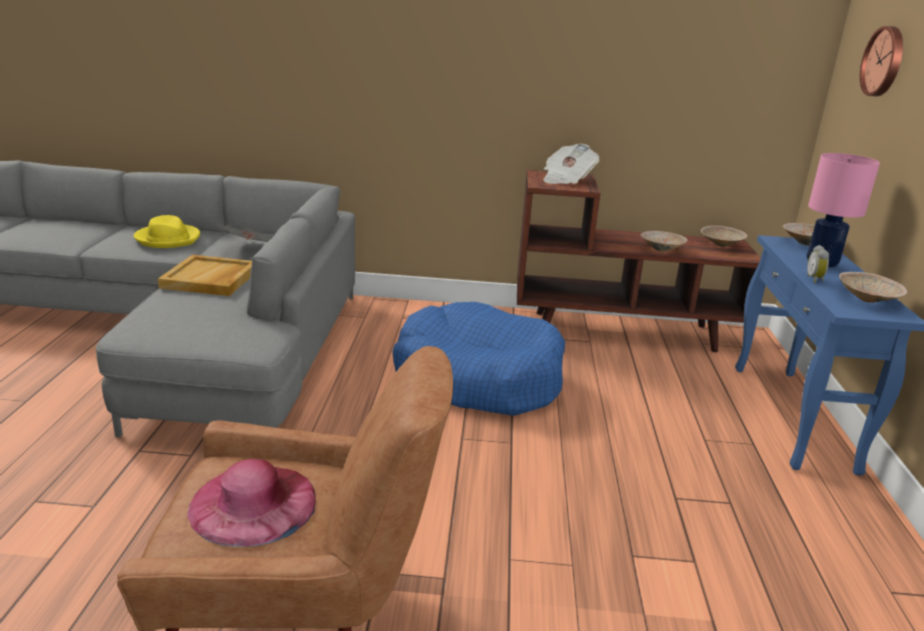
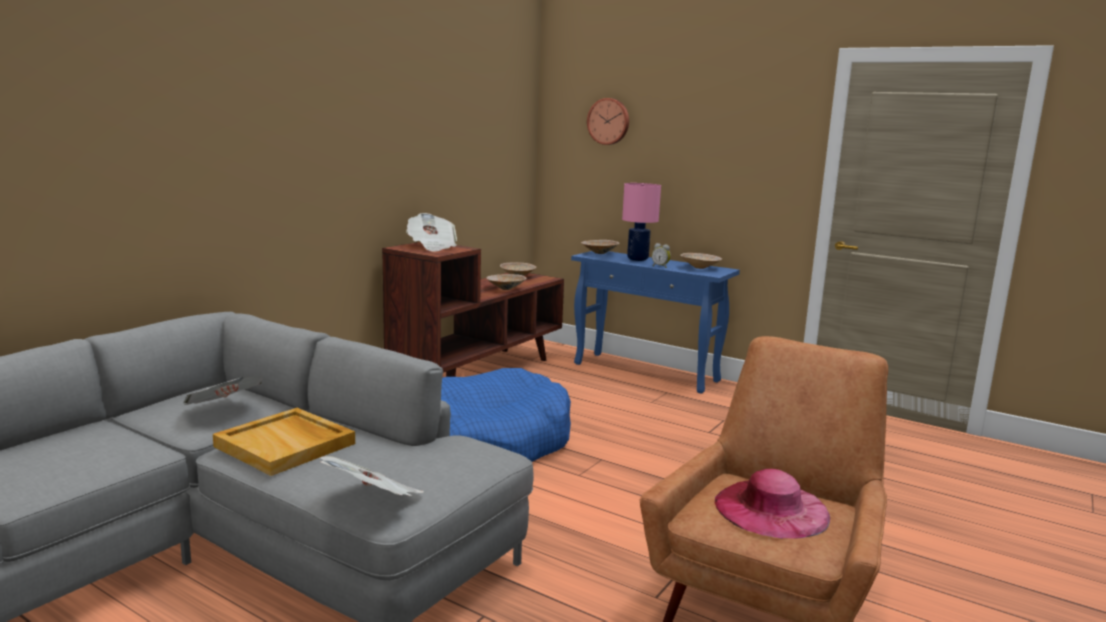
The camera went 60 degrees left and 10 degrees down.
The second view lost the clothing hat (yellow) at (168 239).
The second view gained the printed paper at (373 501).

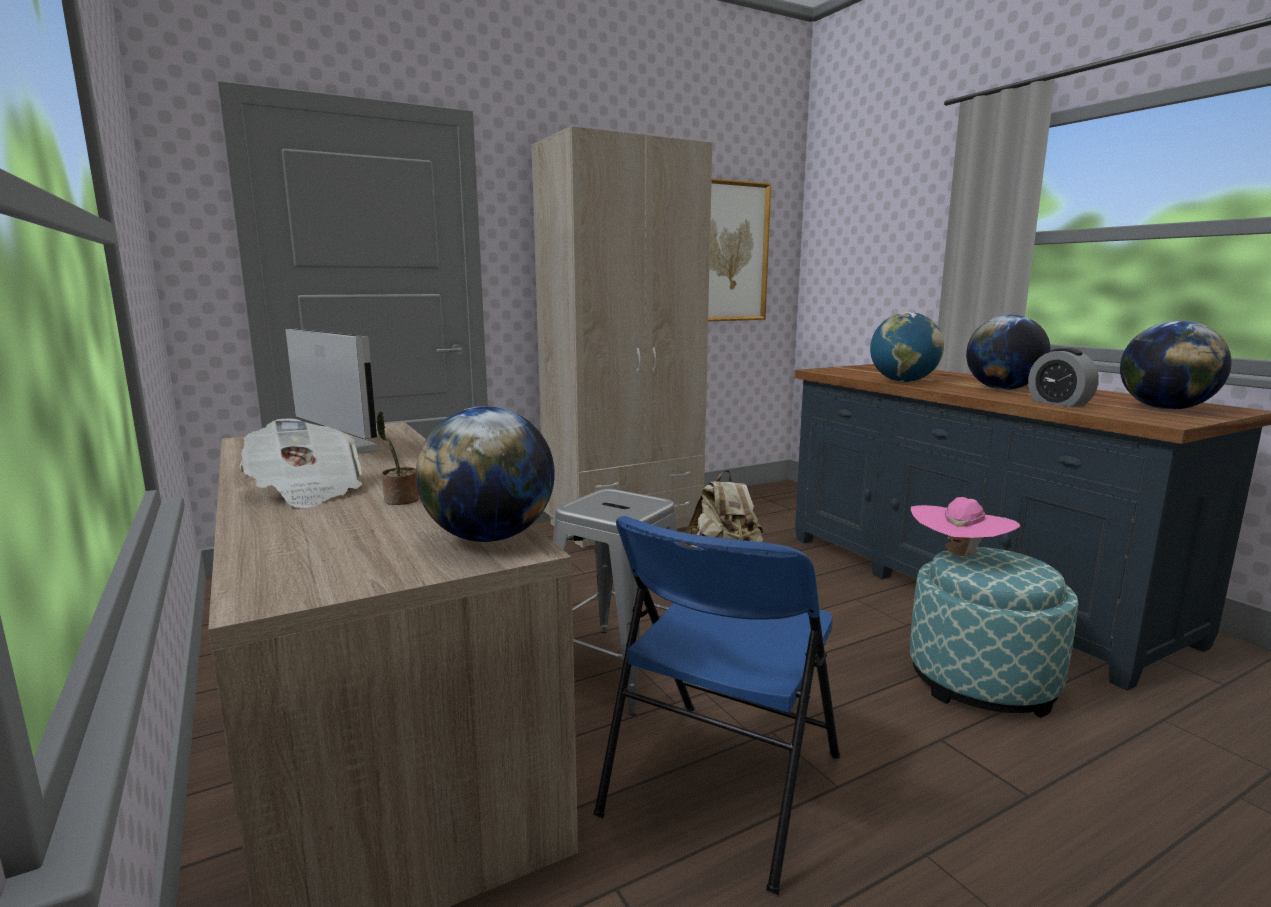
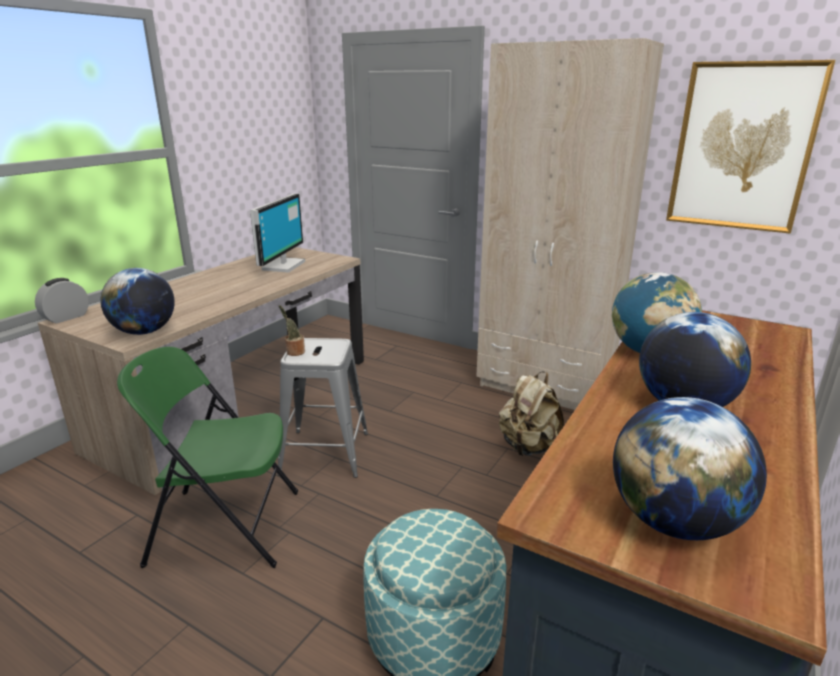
The camera went 60 degrees right and 10 degrees up.
The second view lost the printed paper at (306 491).
The houseplant ended up elsewhere, having gone from (399 500) to (294 352).
What was the plain chair (blue) at (722 784) turned into the plain chair (greenish) at (226 526).
The second view lost the clothing hat (pinkish) at (959 556).
The bedside clock ended up elsewhere, having gone from (1059 403) to (66 317).

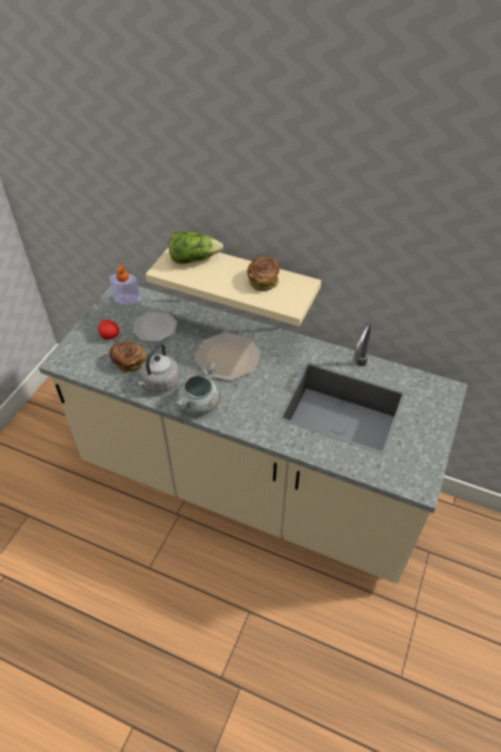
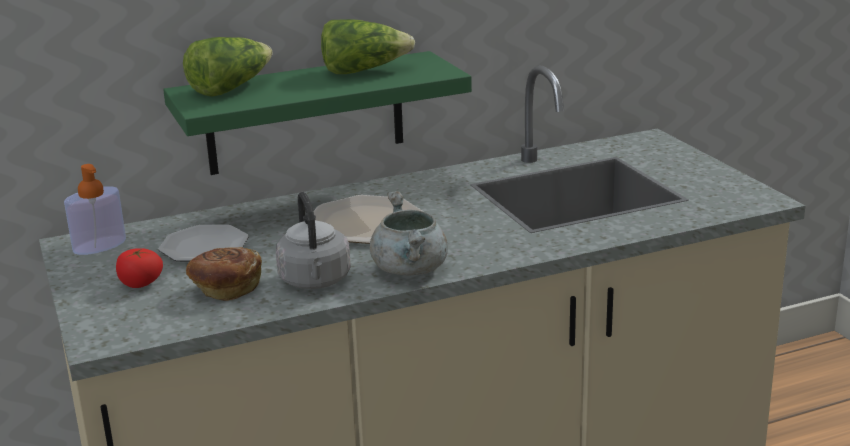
The camera went 45 degrees left and 25 degrees down.
What was the bracket shelf (beige) at (245 280) turned into the bracket shelf (greenish) at (305 113).
Where the bakery bread stood at (263 280), the head of lettuce came to stand at (363 71).

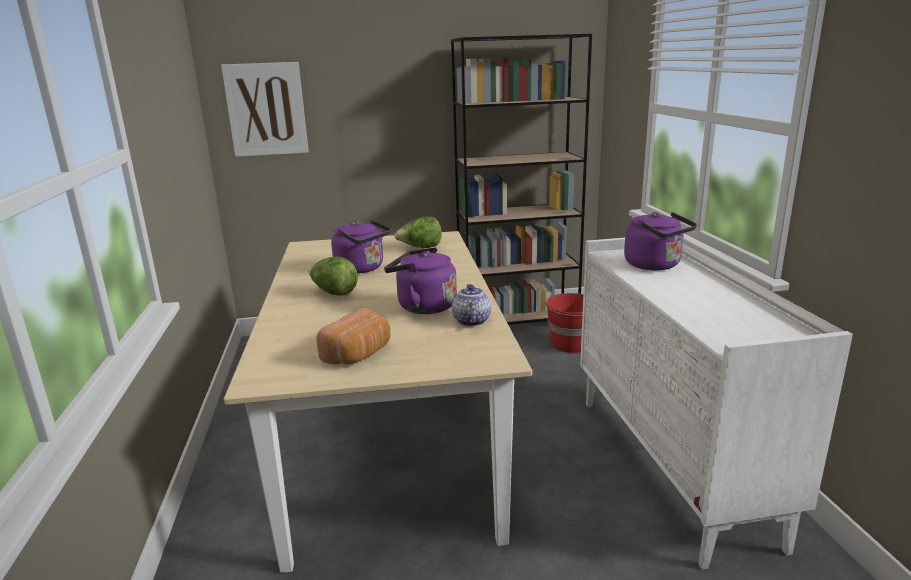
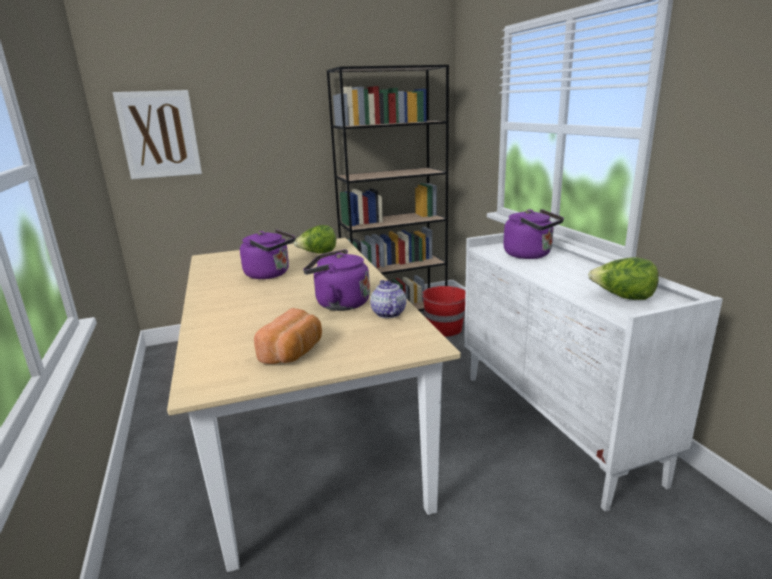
The camera went 10 degrees left and 0 degrees up.
The head of lettuce ended up elsewhere, having gone from (334 293) to (622 297).

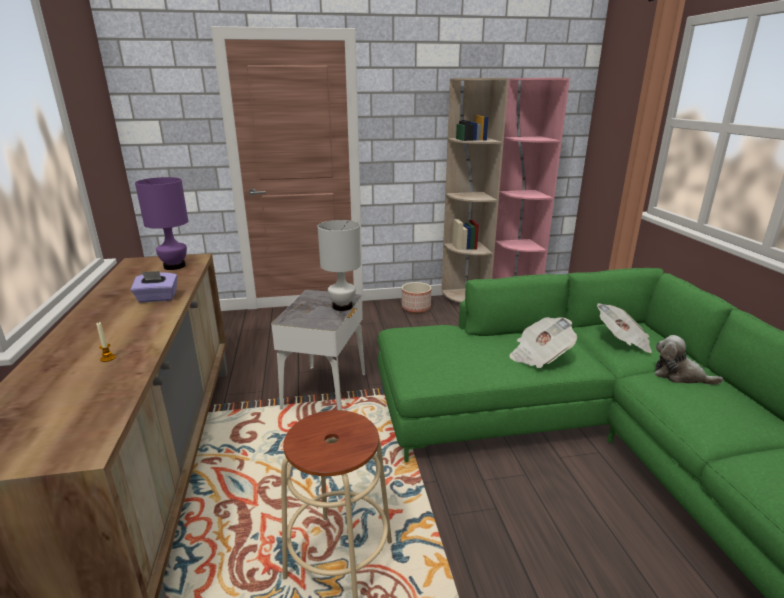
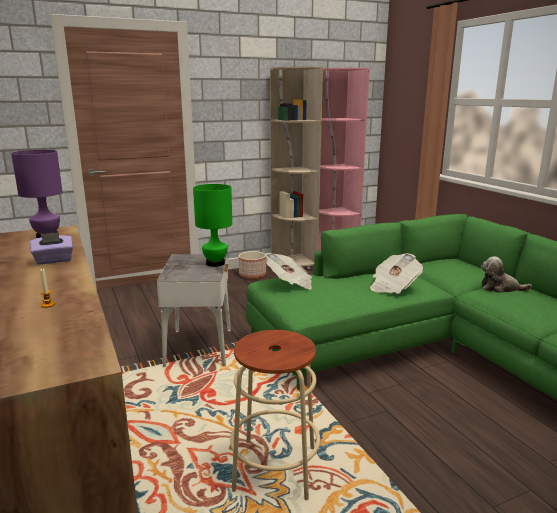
The camera went 15 degrees left and 5 degrees down.
What was the tabletop lamp (white) at (342 307) turned into the tabletop lamp (greenish) at (215 263).
The printed paper ended up elsewhere, having gone from (622 341) to (290 283).

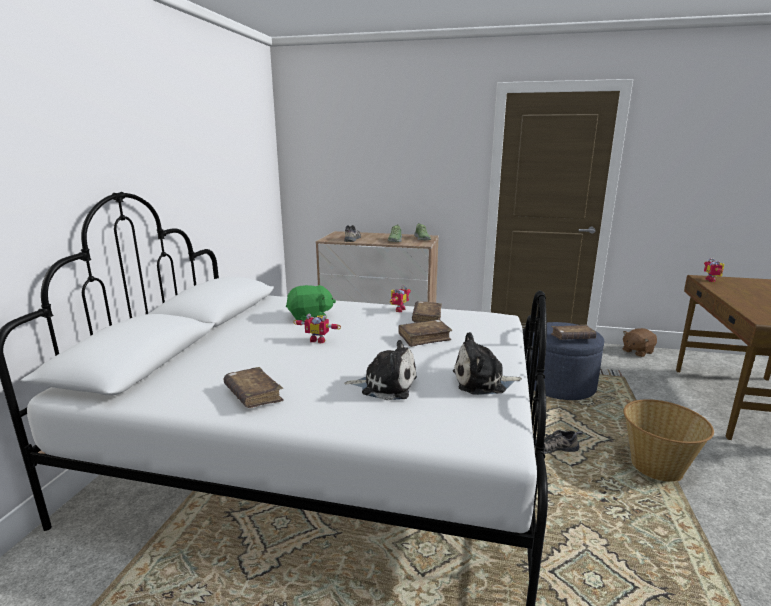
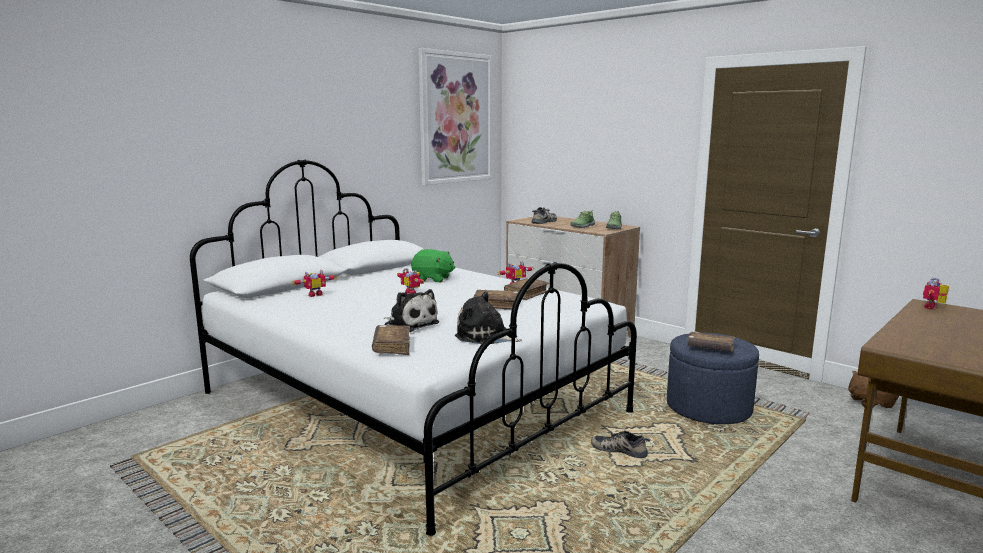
The camera went 30 degrees right and 5 degrees down.
The book (brownish) ended up elsewhere, having gone from (253 395) to (392 347).
The second view lost the basket at (657 466).
The second view gained the robot figure at (314 294).
The second view gained the picture at (456 118).

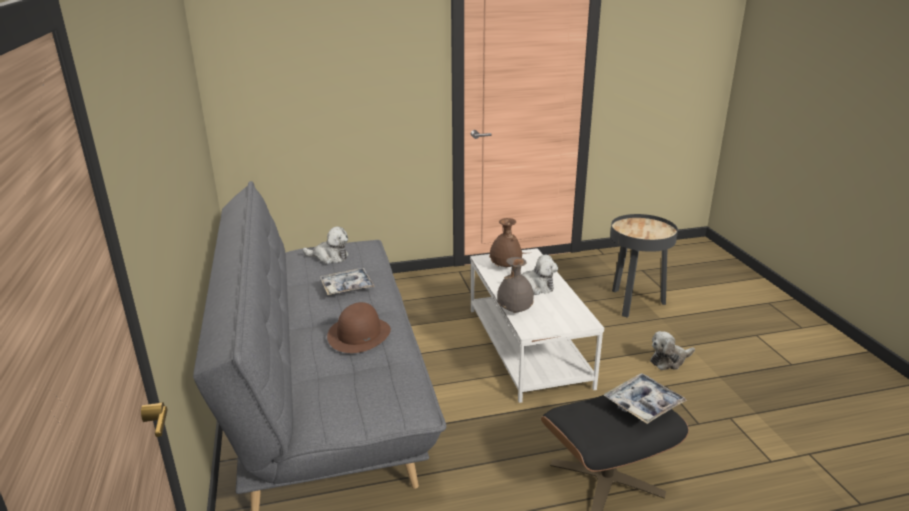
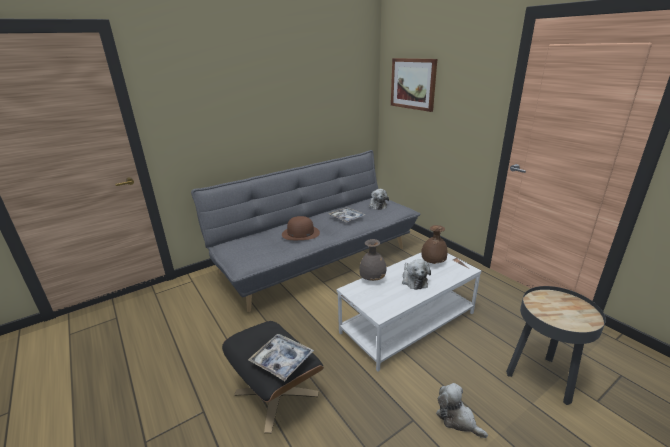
The camera went 70 degrees right and 0 degrees up.
The second view gained the picture at (413 84).

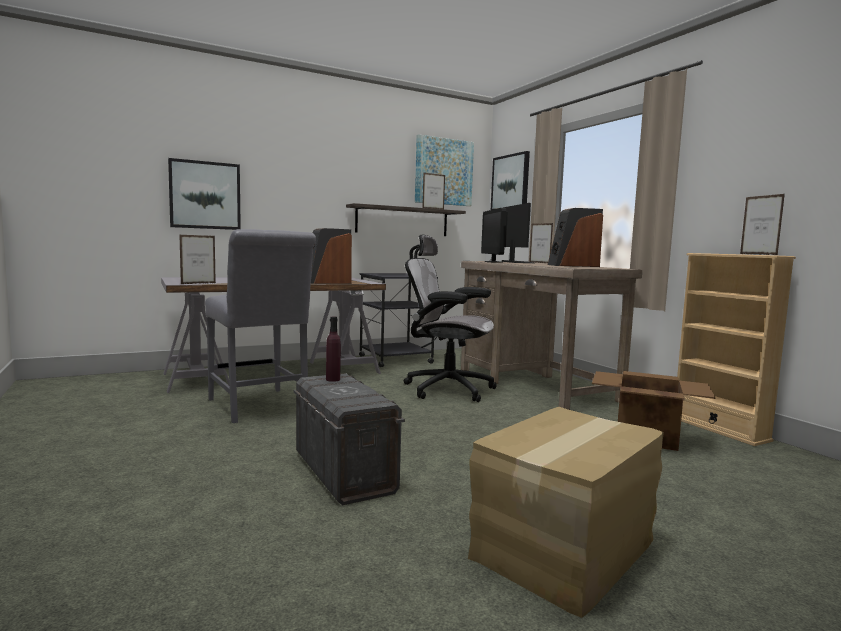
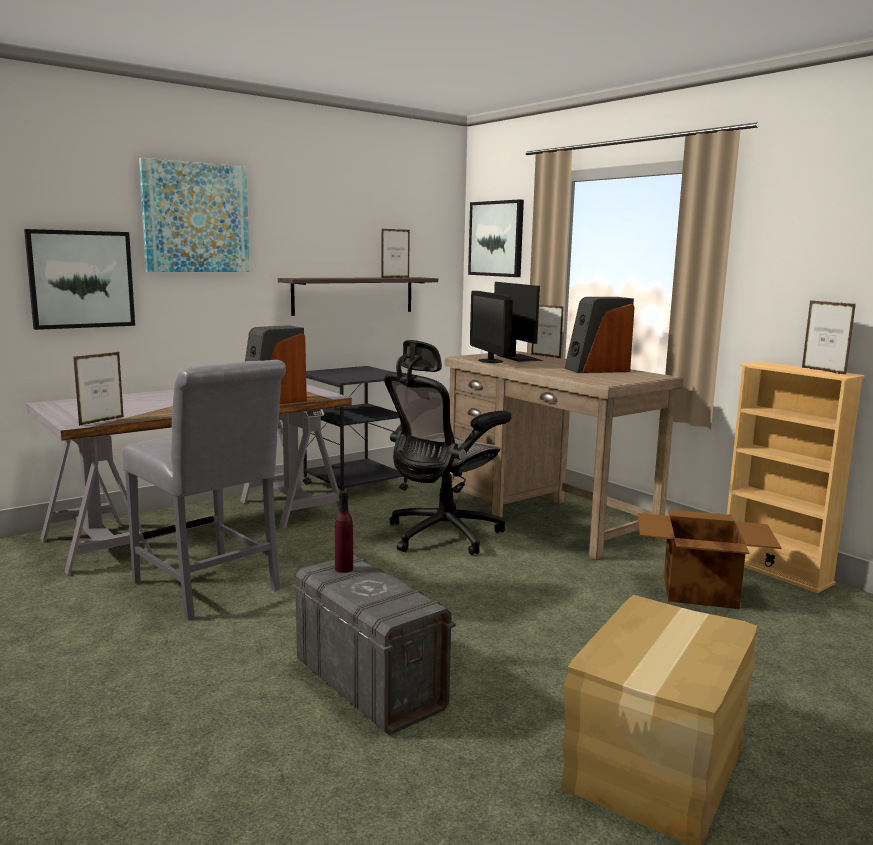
The camera went 10 degrees left and 5 degrees up.
The computer chair at (447 389) ended up facing another way, 60 degrees counterclockwise from before.
The picture ended up elsewhere, having gone from (443 171) to (195 218).

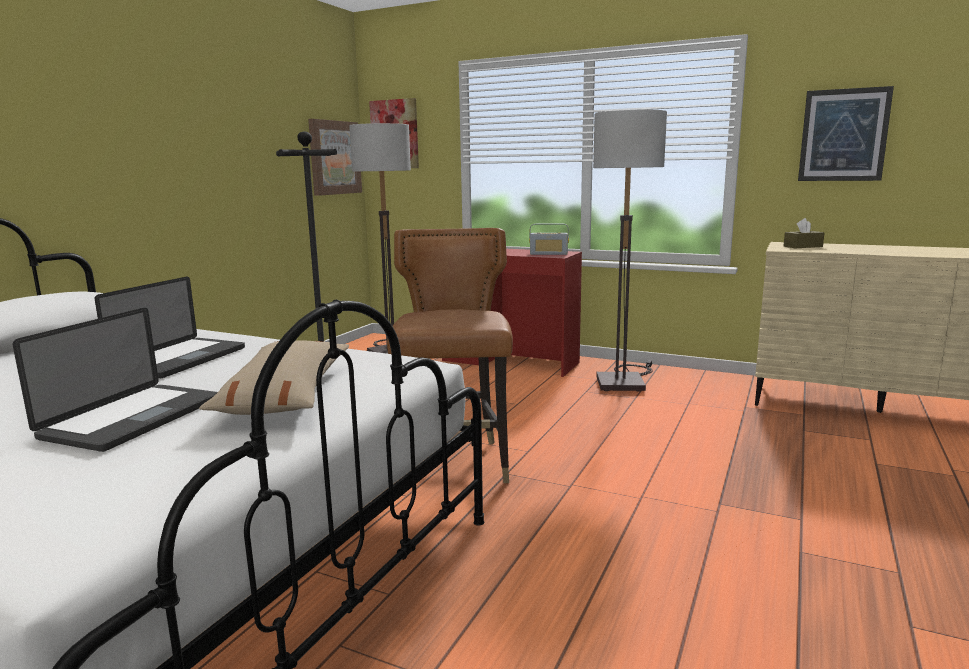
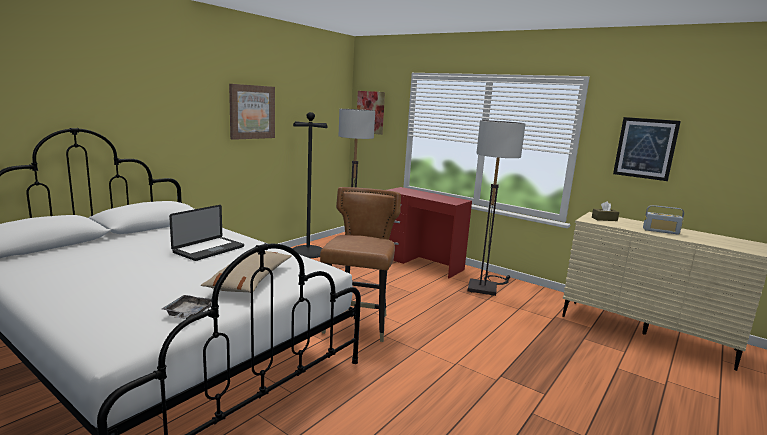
The camera went 10 degrees right and 0 degrees up.
The second view lost the laptop at (133 418).
The picture ended up elsewhere, having gone from (334 157) to (252 112).
The radio set ended up elsewhere, having gone from (548 254) to (660 231).
The second view gained the serving tray (gray) at (188 313).

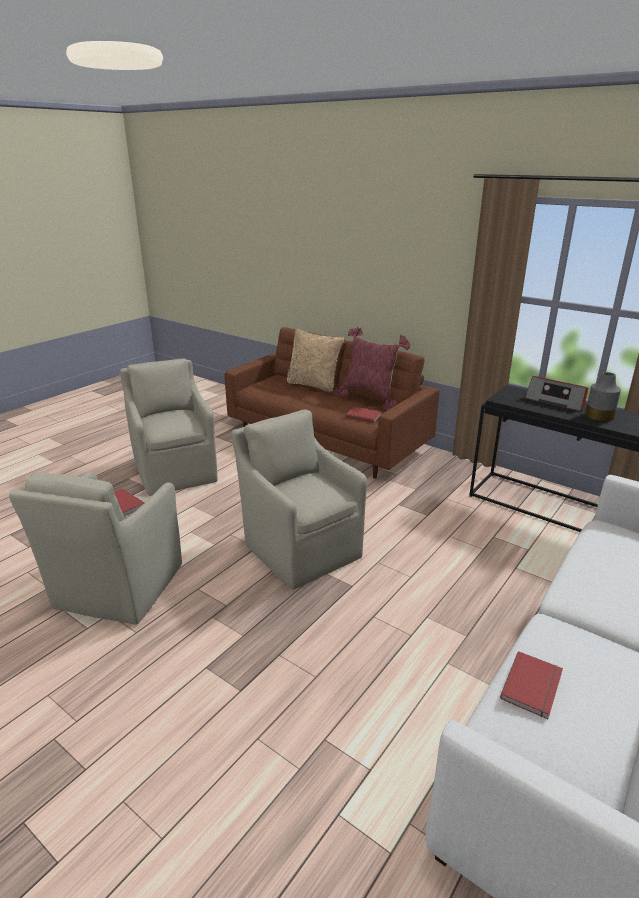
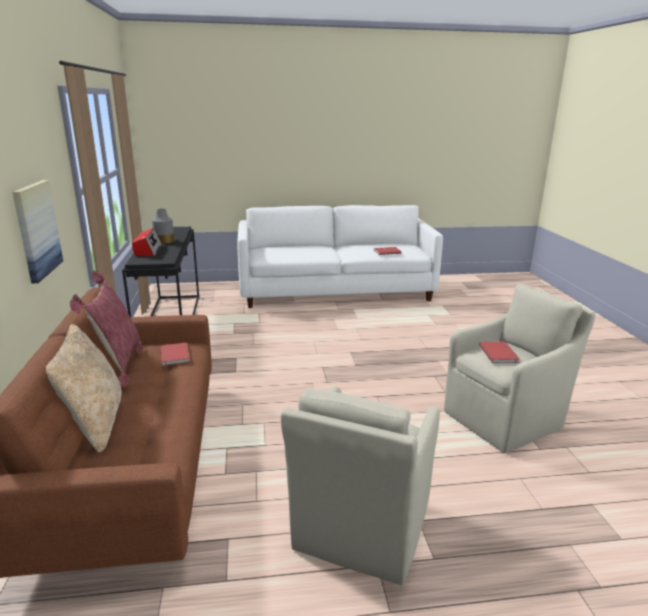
The camera went 135 degrees left and 5 degrees down.
The second view lost the easy chair (beige) at (301 549).
The second view gained the picture at (37 229).

